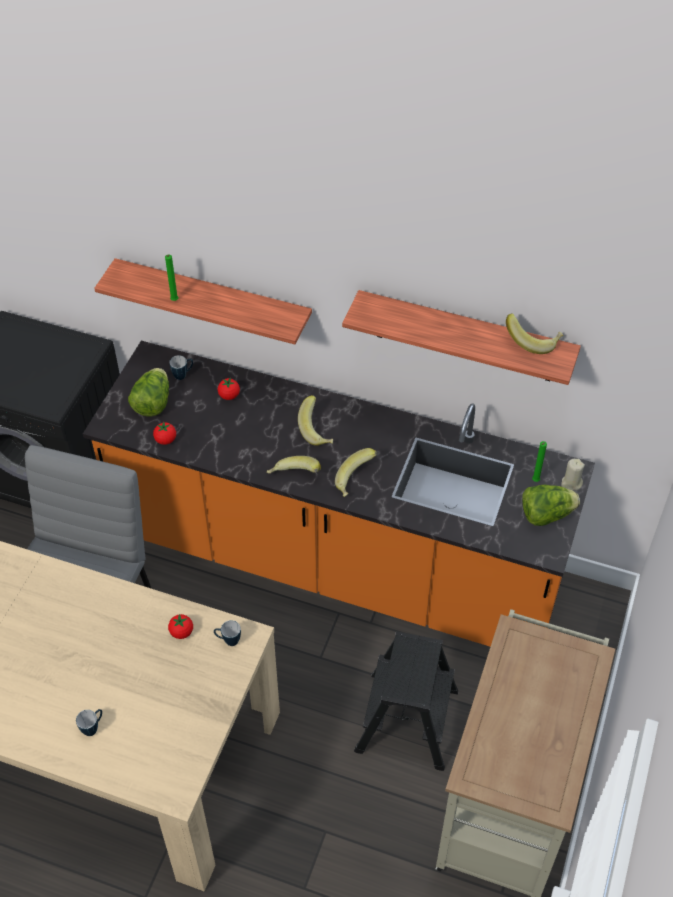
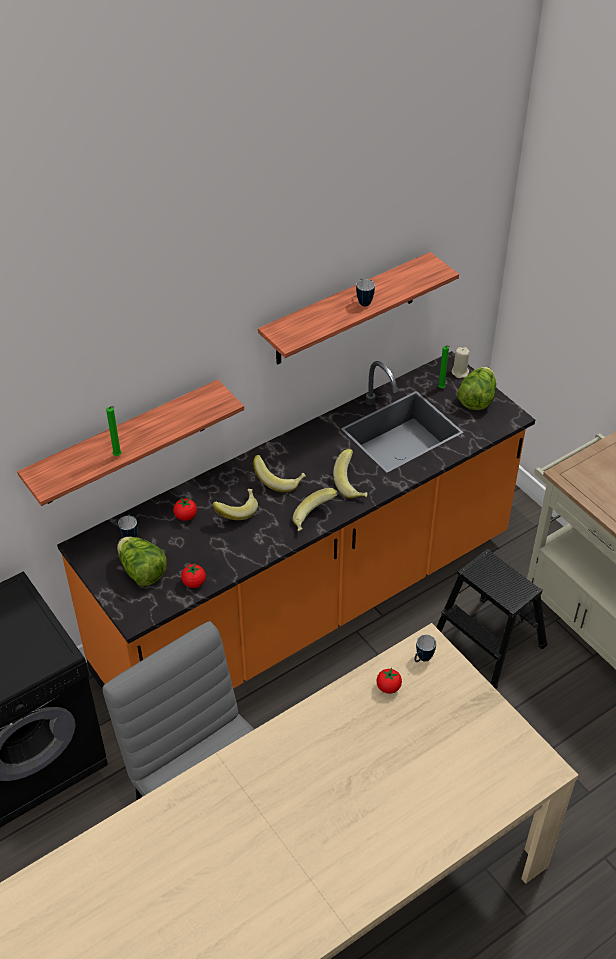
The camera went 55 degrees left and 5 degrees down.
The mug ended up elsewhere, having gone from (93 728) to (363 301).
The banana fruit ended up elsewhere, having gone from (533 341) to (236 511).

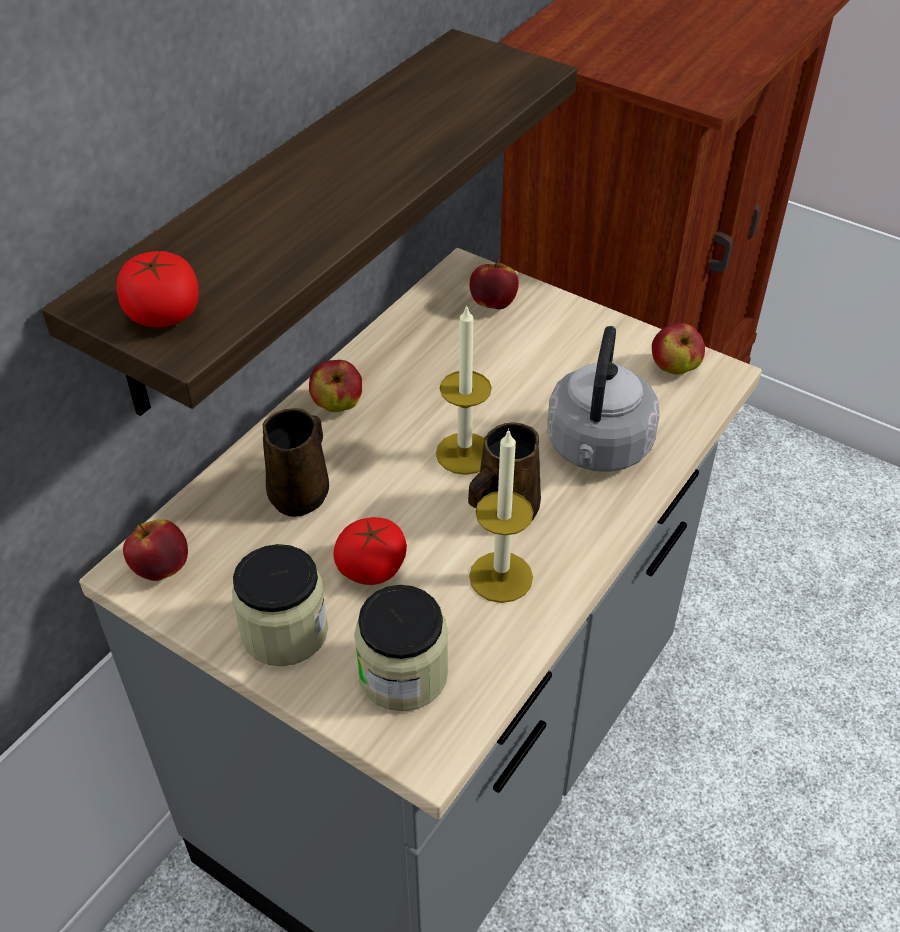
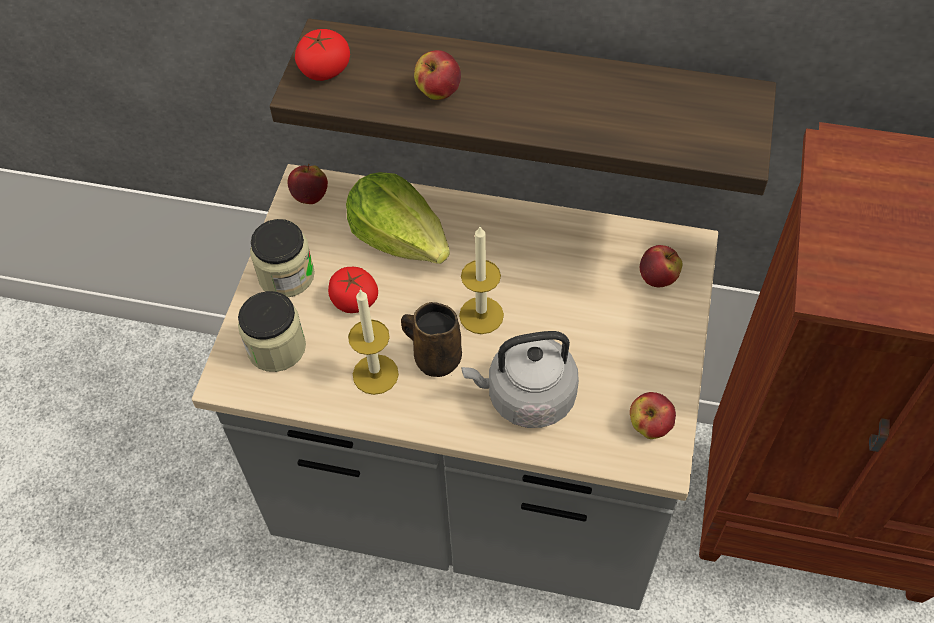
The camera went 70 degrees right and 10 degrees up.
Where the mug (brownish) stood at (301 494), the head of lettuce came to stand at (400 238).
The apple fruit ended up elsewhere, having gone from (337 405) to (438 92).

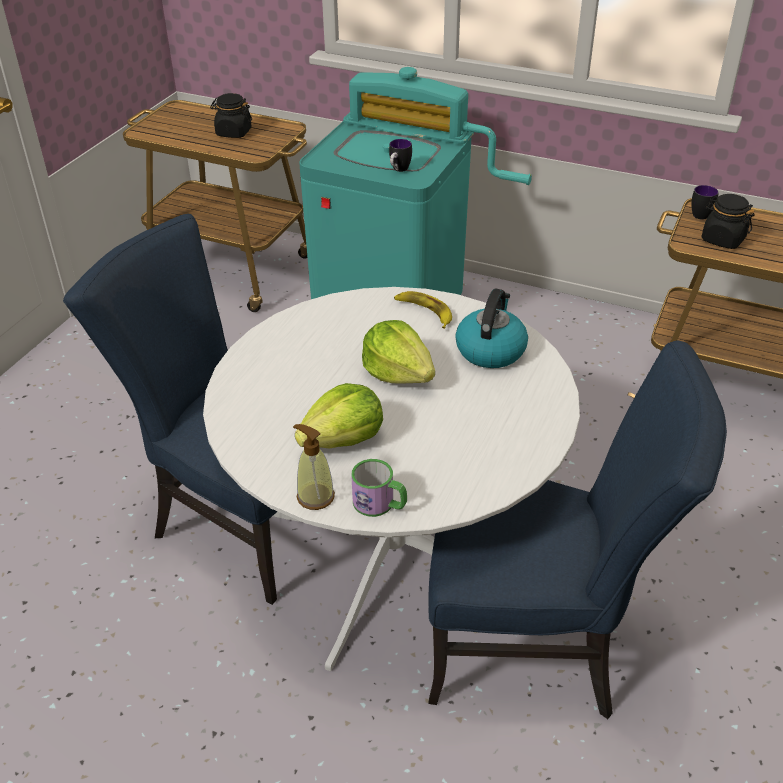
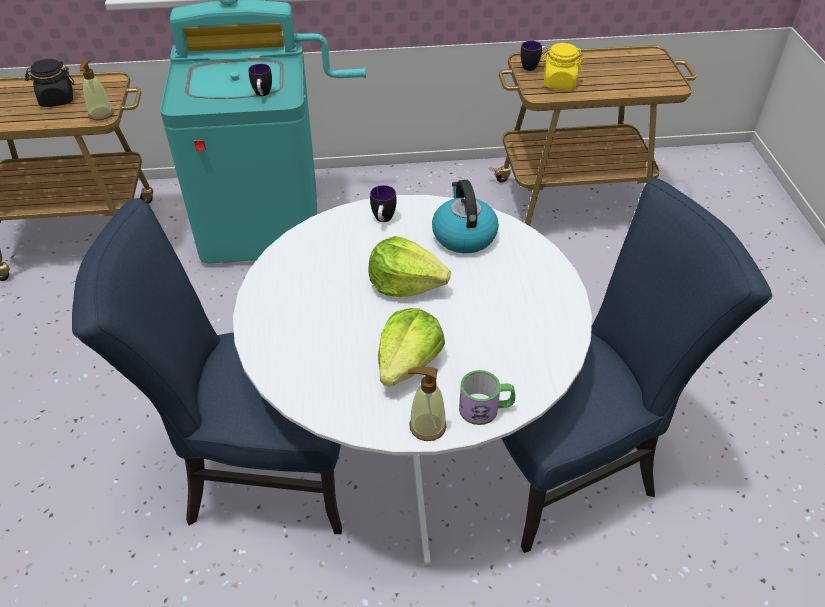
The camera went 30 degrees left and 5 degrees up.
Where the banana fruit stood at (424 312), the mug came to stand at (383 220).
What was the storage jar (black-coloured) at (722 239) turned into the storage jar (yellow) at (559 83).
The second view gained the liquid soap bottle at (101 114).

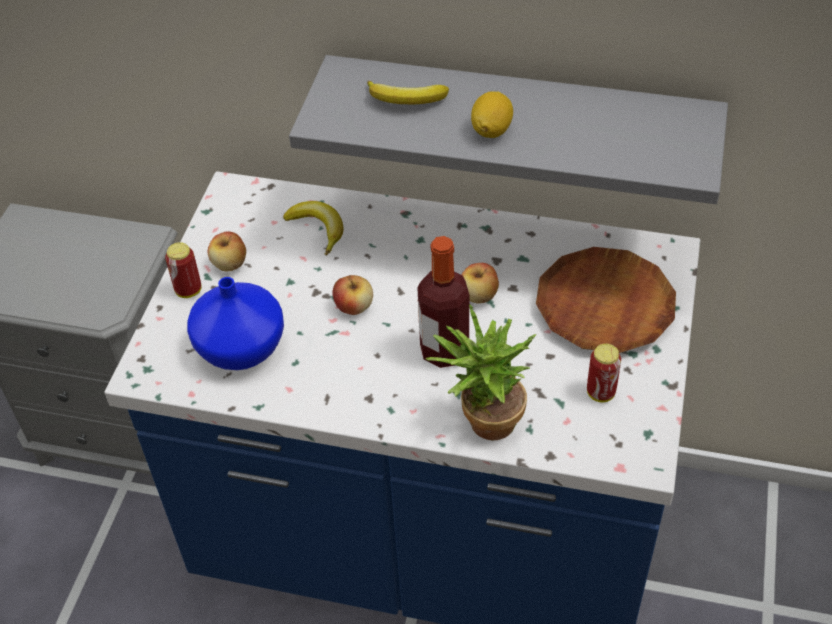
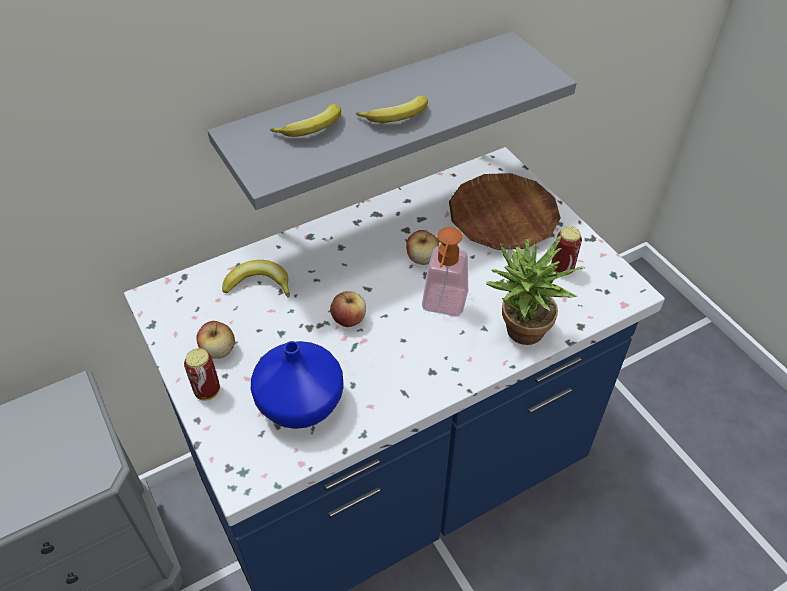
The camera went 45 degrees left and 0 degrees up.
Where the beverage bottle stood at (444 351), the liquid soap bottle came to stand at (443 307).
Where the whole lemon stood at (491 130), the banana fruit came to stand at (397 117).

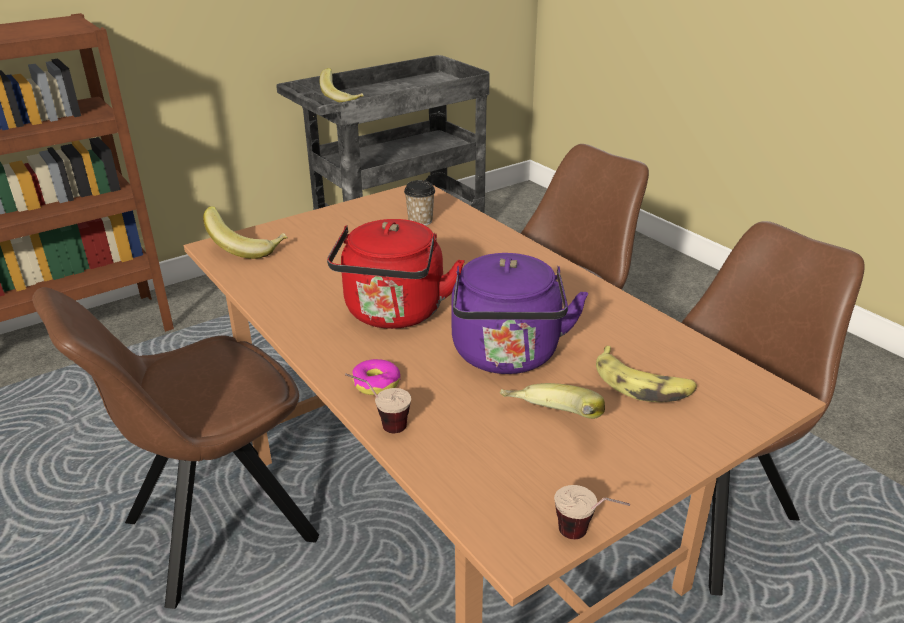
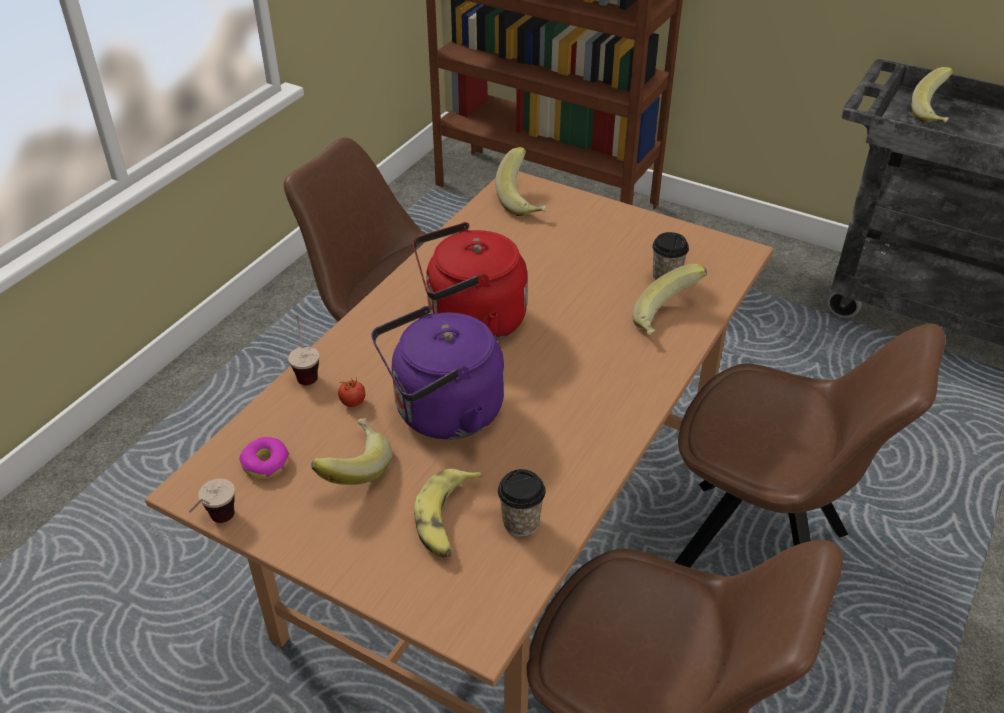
The camera went 65 degrees right and 10 degrees up.
The doughnut ended up elsewhere, having gone from (376 383) to (265 464).
The second view gained the whole tomato at (353 402).
The second view gained the cup at (521 523).
The second view gained the banana fruit at (667 319).

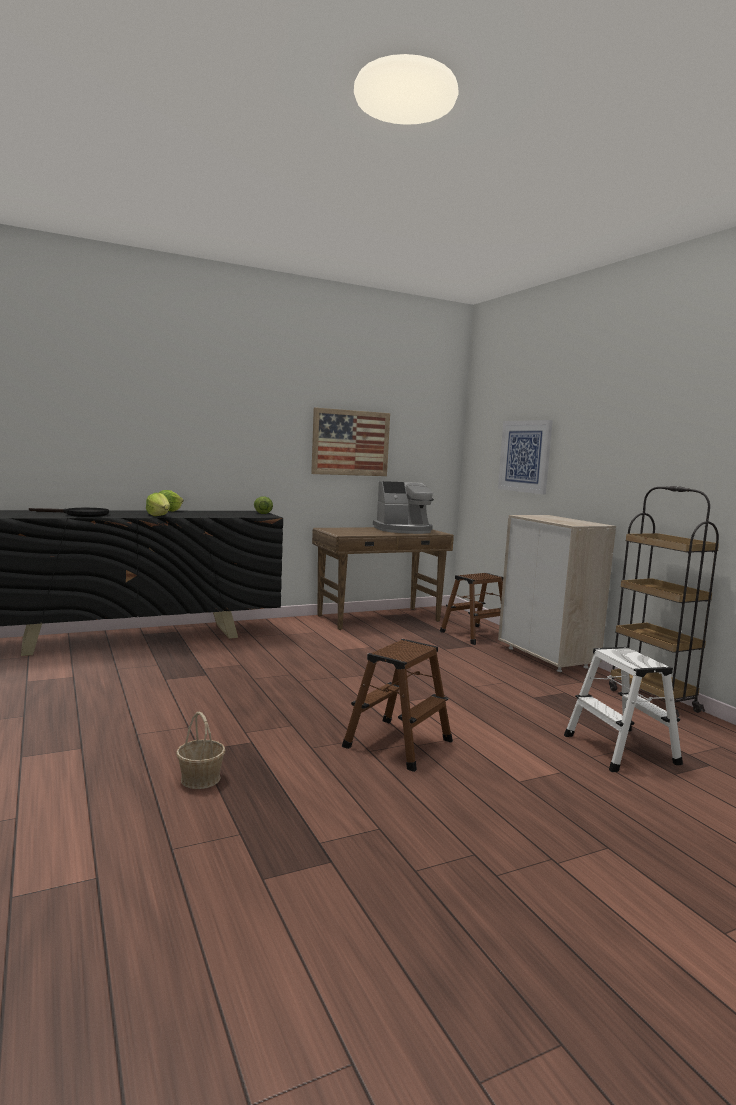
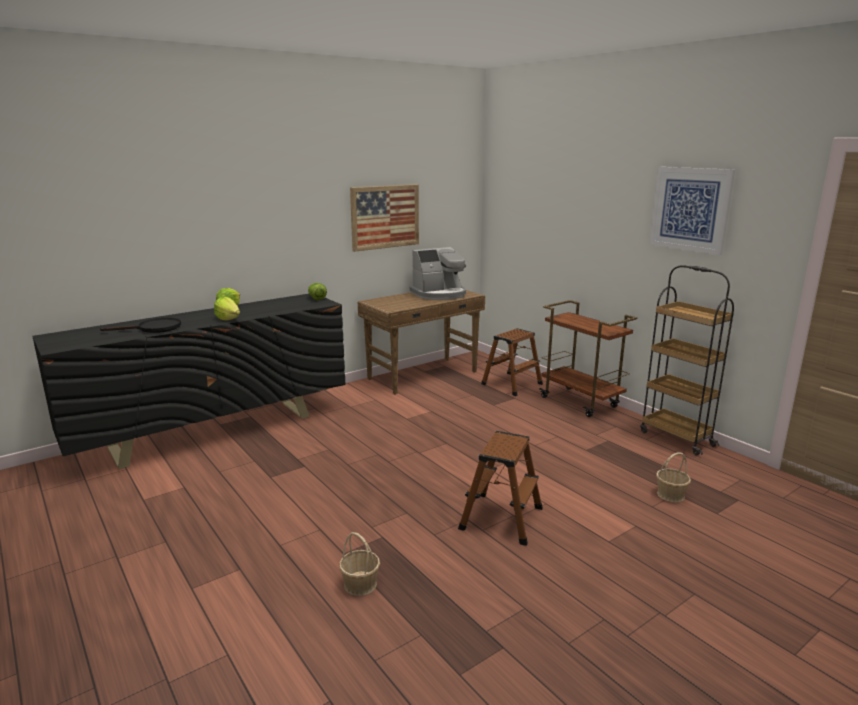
The camera went 10 degrees left and 10 degrees up.
The picture ended up elsewhere, having gone from (525 456) to (690 209).
Where the cabinet (beige) stood at (548 658), the wheeled cart (brownish) came to stand at (581 403).
Where the stepladder (white) stood at (621 749), the basket came to stand at (671 495).

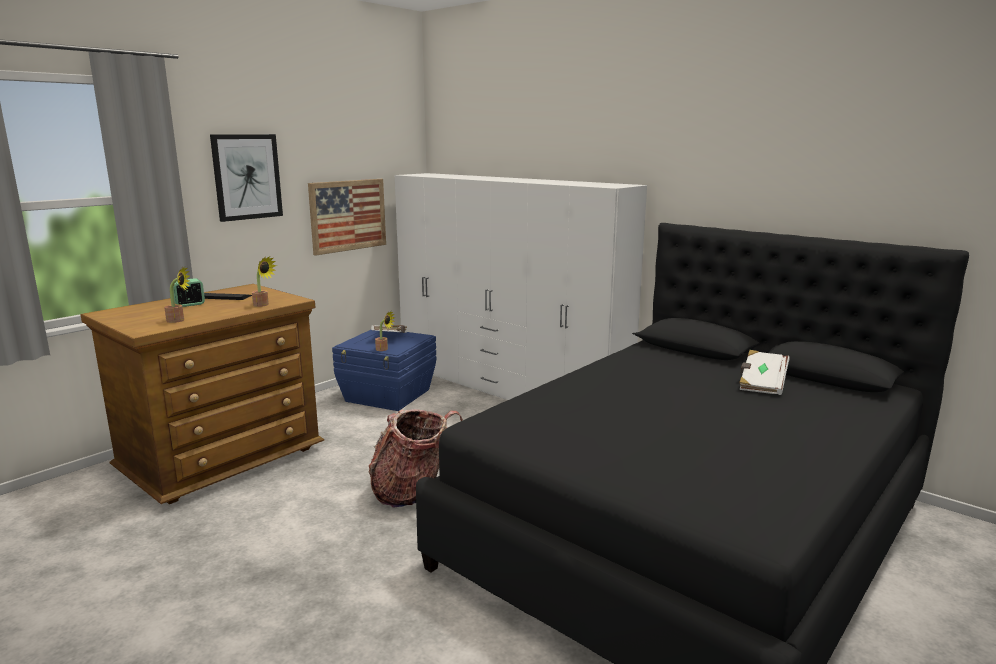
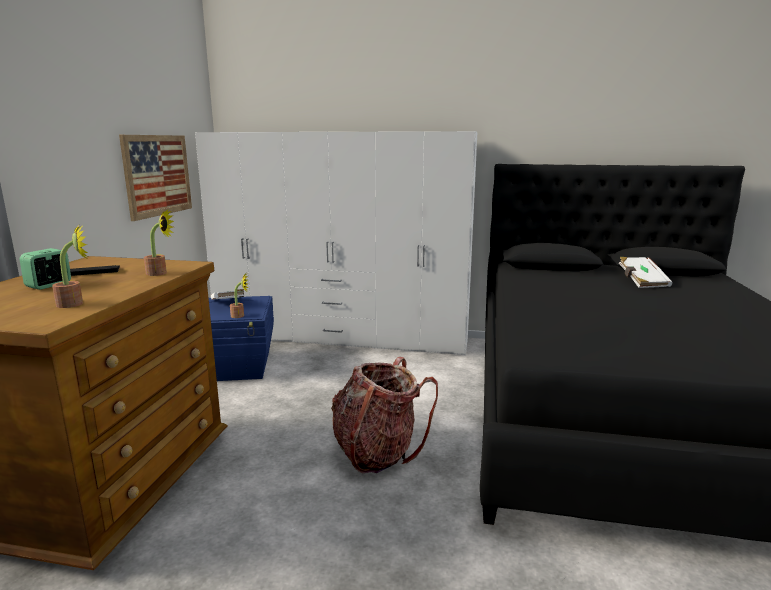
The camera went 30 degrees left and 0 degrees up.
The second view lost the picture at (247 177).

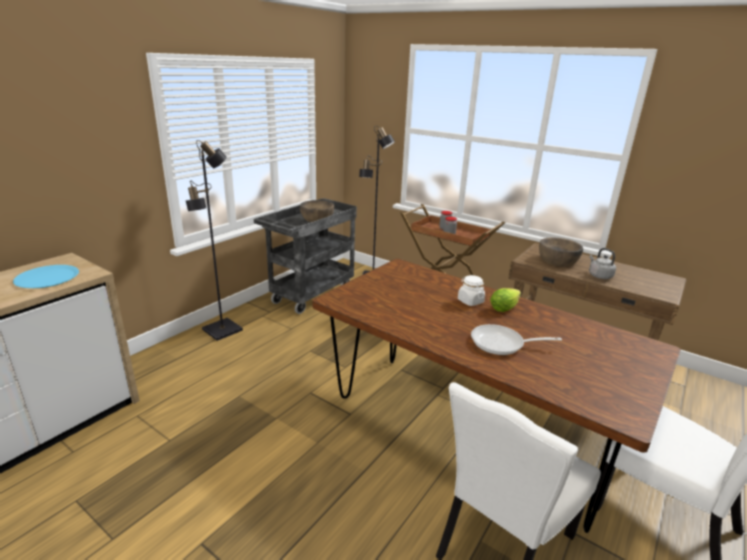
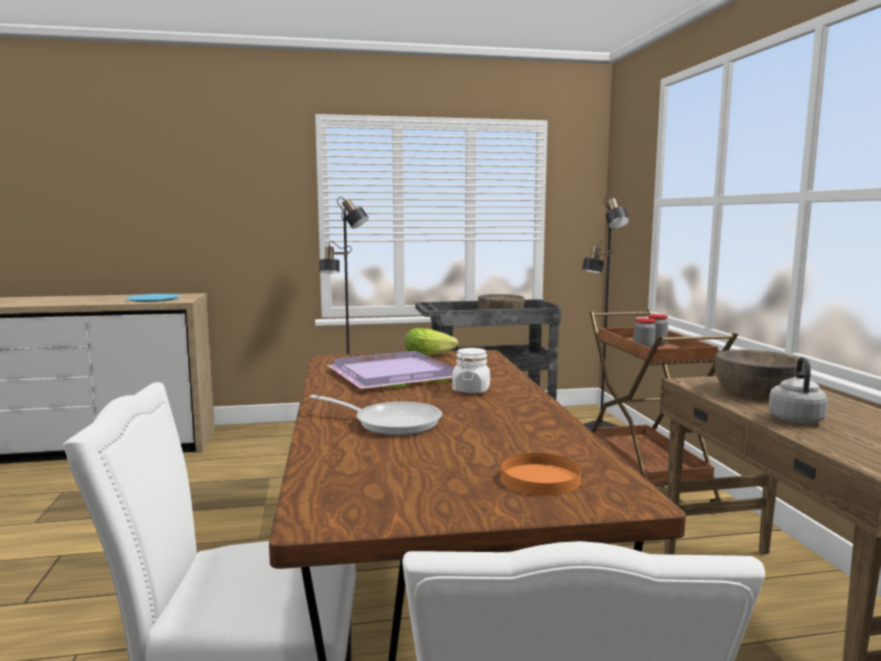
The camera went 45 degrees right and 15 degrees down.
The pan at (502 344) ended up facing another way, 150 degrees clockwise from before.
The head of lettuce ended up elsewhere, having gone from (505 307) to (431 355).
The second view gained the serving tray (purple) at (390 375).
The second view gained the flat dish (orange-coloured) at (540 478).

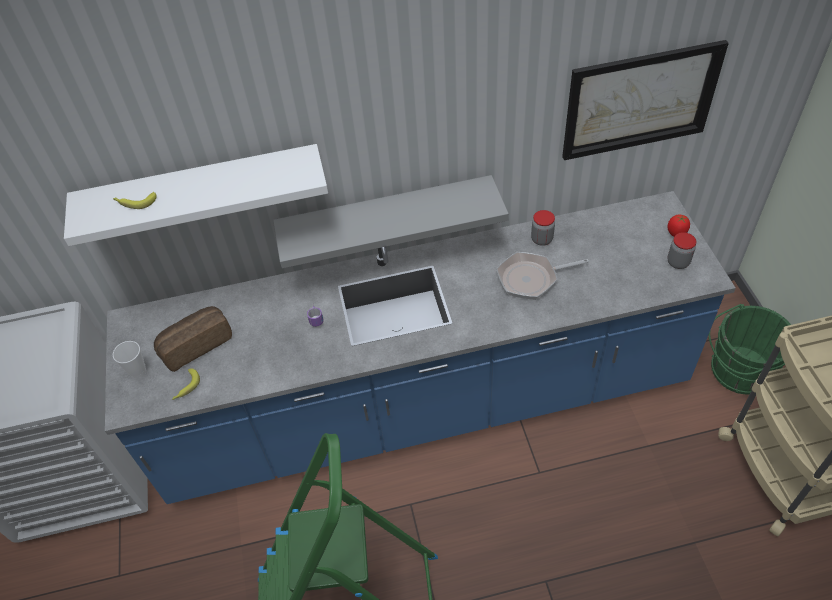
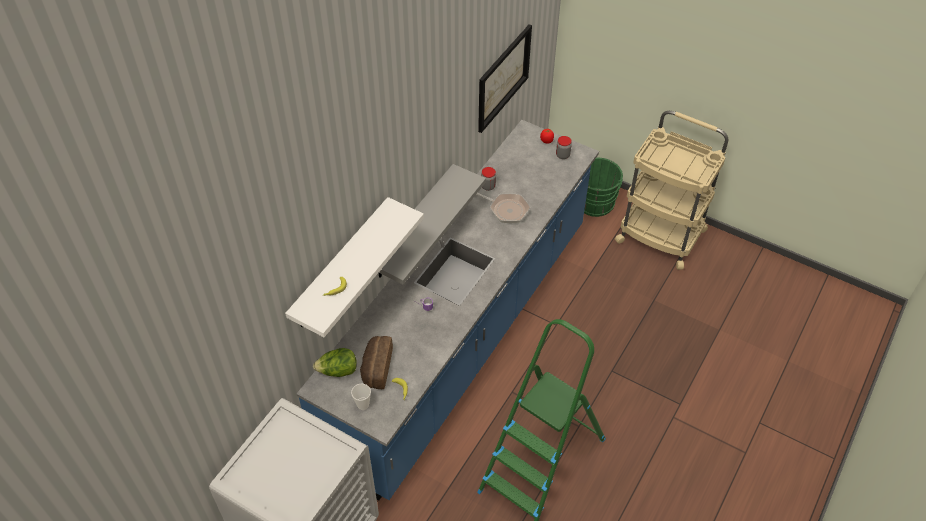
The camera went 50 degrees left and 0 degrees up.
The pan at (531 279) ended up facing another way, 90 degrees counterclockwise from before.
The second view gained the head of lettuce at (338 371).

